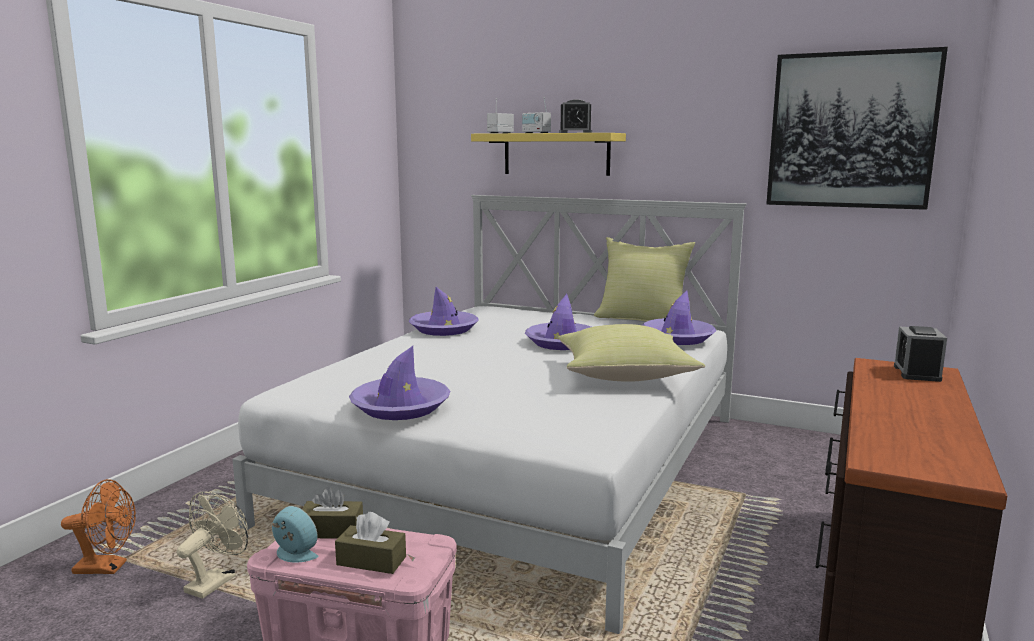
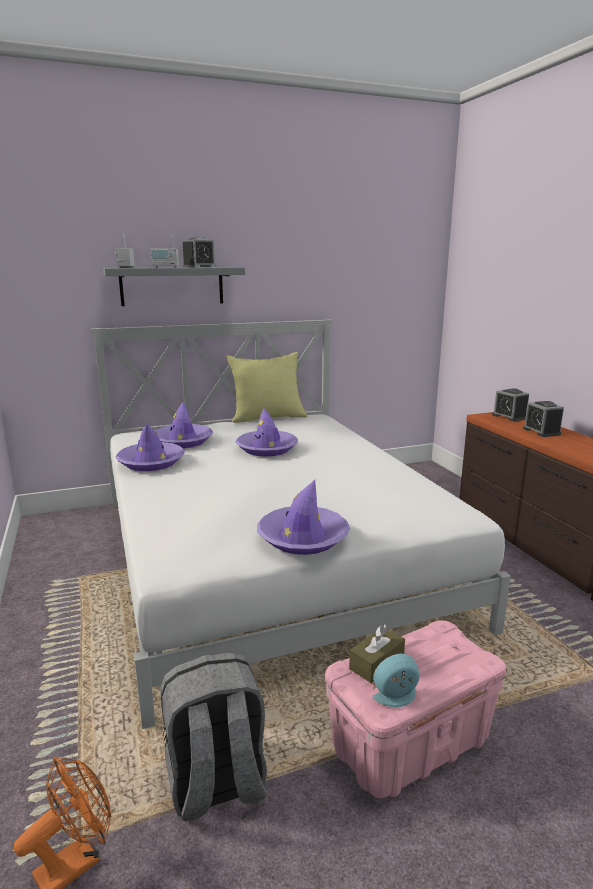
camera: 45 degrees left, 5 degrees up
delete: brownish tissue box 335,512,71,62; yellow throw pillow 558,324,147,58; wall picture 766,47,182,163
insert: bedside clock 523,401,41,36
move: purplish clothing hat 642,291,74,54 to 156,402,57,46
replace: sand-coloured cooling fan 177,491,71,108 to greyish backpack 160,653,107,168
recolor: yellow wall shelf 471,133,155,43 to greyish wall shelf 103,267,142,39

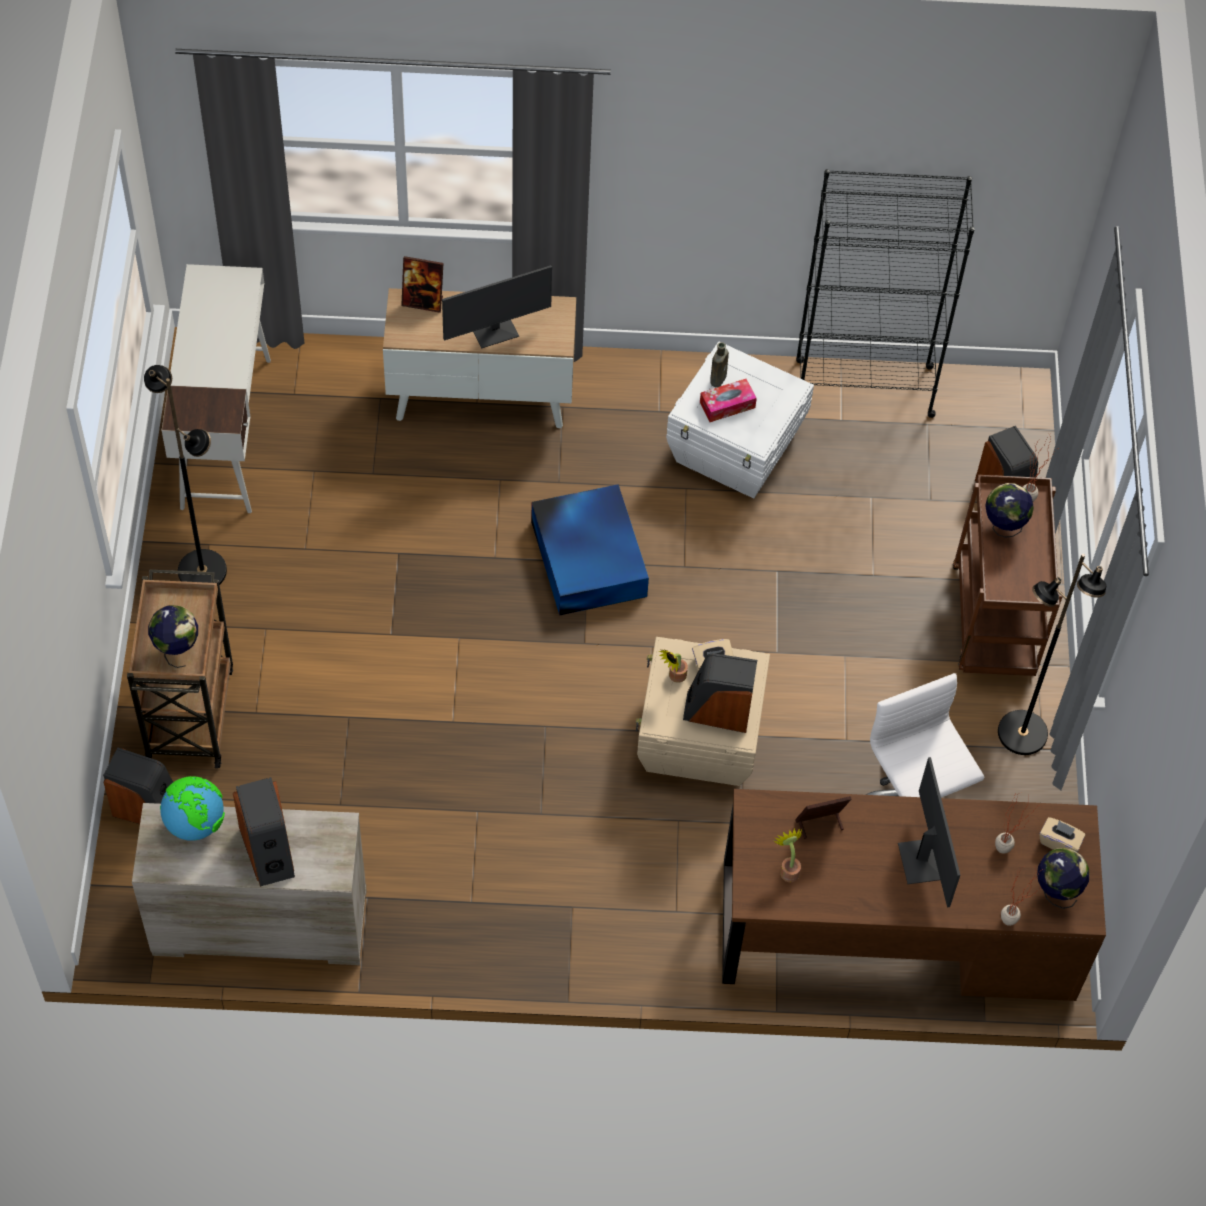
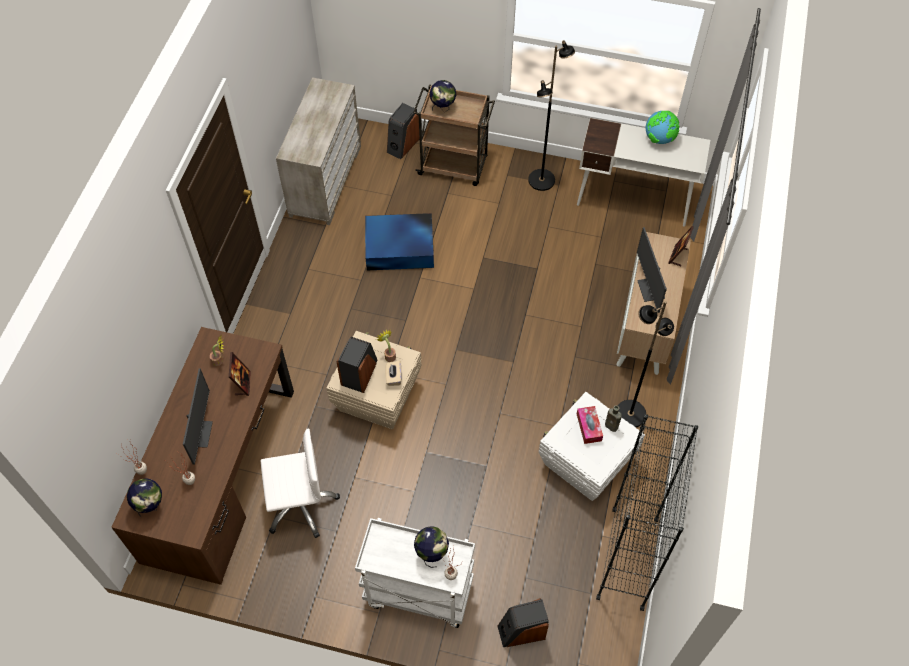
camera: 105 degrees right, 0 degrees up
delete: loudspeaker 233,777,62,110; sand-coloured tissue box 1039,817,46,35
move: globe 160,776,65,65 to 646,110,33,34; bluish storage box 531,484,118,132 to 365,213,69,57; black-coloured standing lamp 998,554,108,201 to 618,301,56,126
recolor: brownish wheeled cart 953,475,109,201 to whitish wheeled cart 355,518,120,110
rotate: computer display 898,757,62,151 = 183,368,30,97 90 degrees counterclockwise

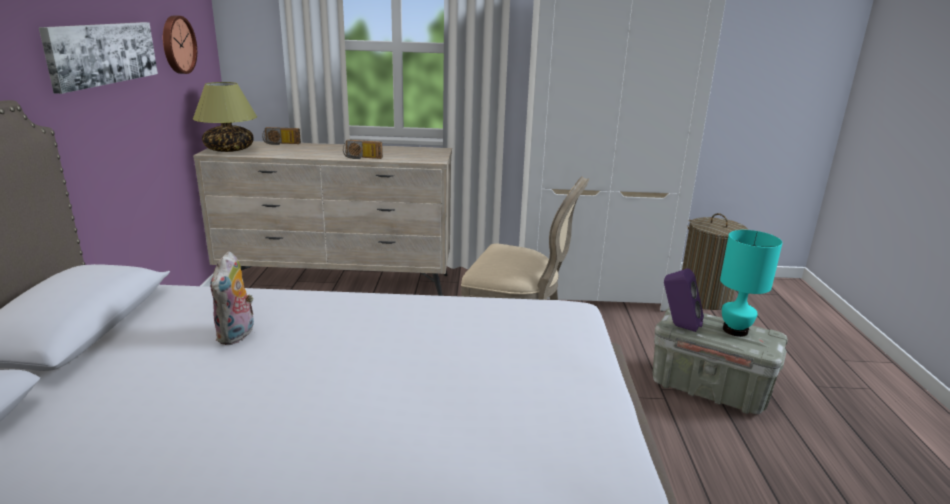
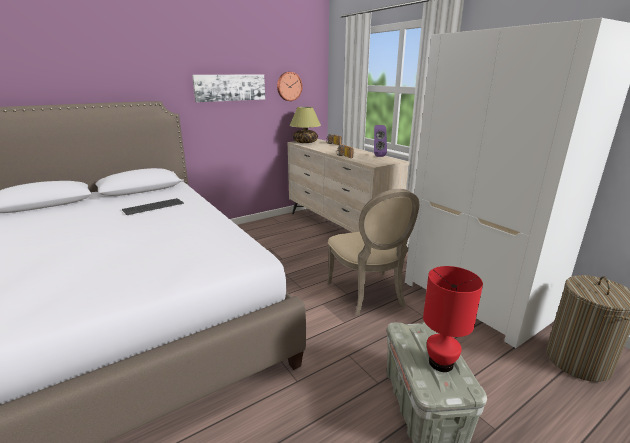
camera: 55 degrees right, 0 degrees up
move: purplish loudspeaker 664,268,40,64 to 374,125,13,32
replace: plush toy 210,251,44,94 to PC keyboard 122,198,62,17
recolor: turquoise-coloured tabletop lamp 720,230,62,107 to red tabletop lamp 423,266,60,106

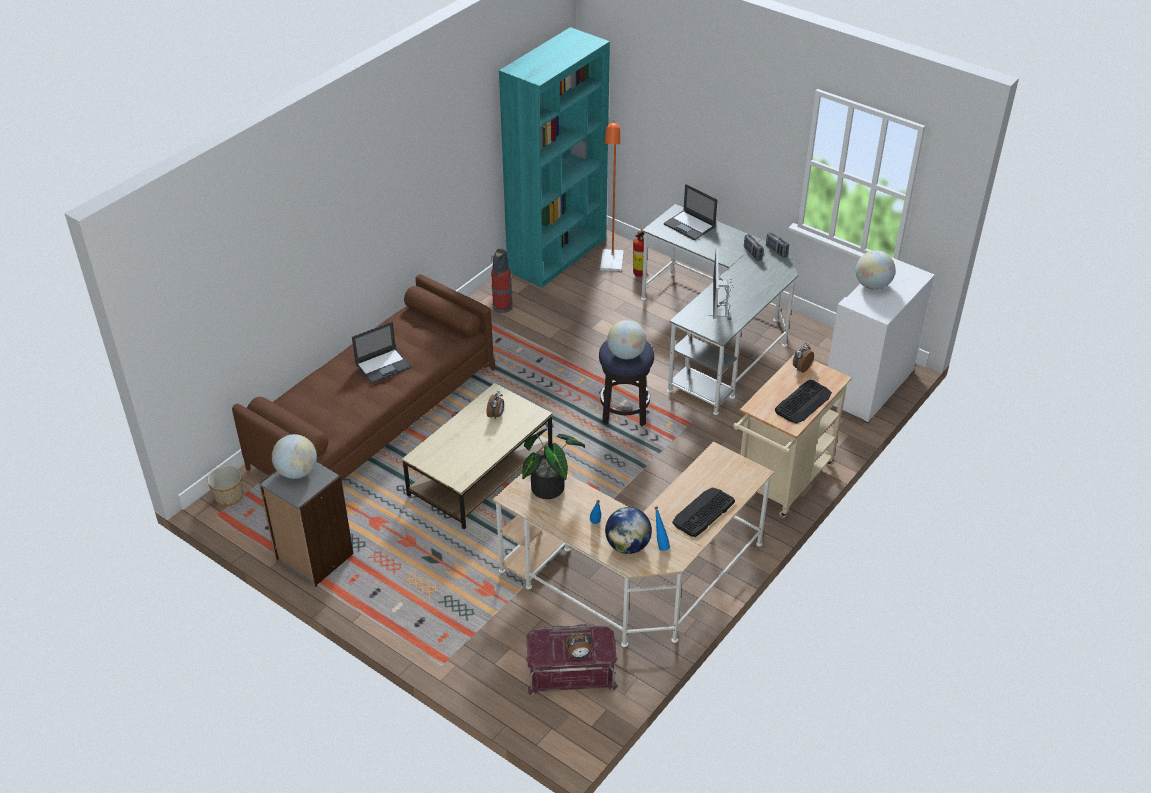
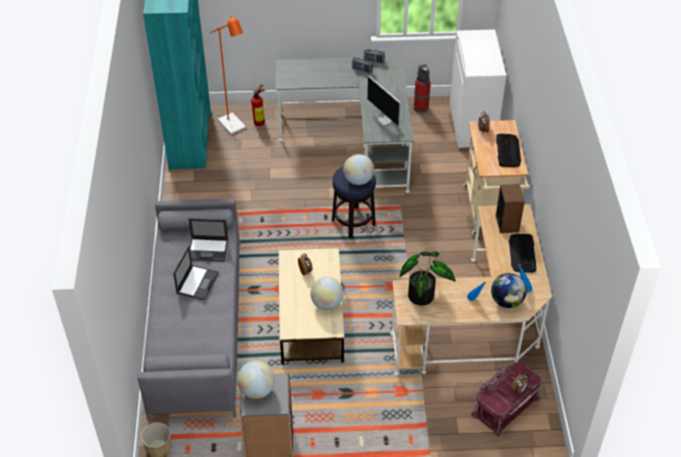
camera: 40 degrees left, 5 degrees up
insert: loudspeaker 496,184,29,49
move: fire extinguisher 491,249,21,64 to 413,64,18,49; notebook computer 664,184,54,56 to 189,218,39,44; globe 856,251,39,39 to 310,277,34,33
recolor: brownish settee 232,274,263,206 to greyish settee 137,199,103,222

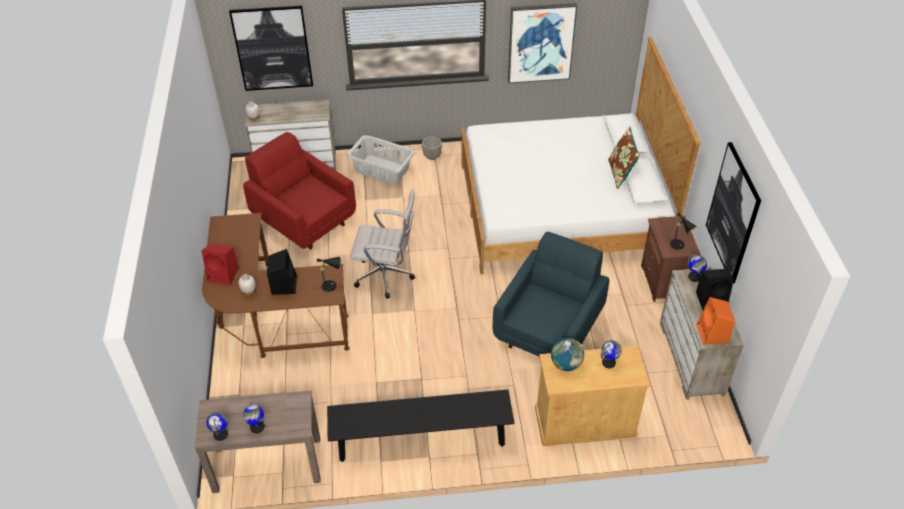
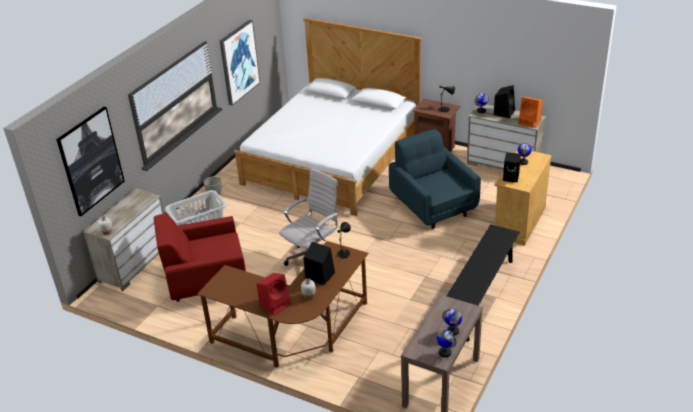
camera: 55 degrees left, 10 degrees down
delete: brownish throw pillow 608,126,32,63; wall picture 706,142,55,142
replace: globe 551,338,33,33 to black-coloured loudspeaker 503,152,18,30

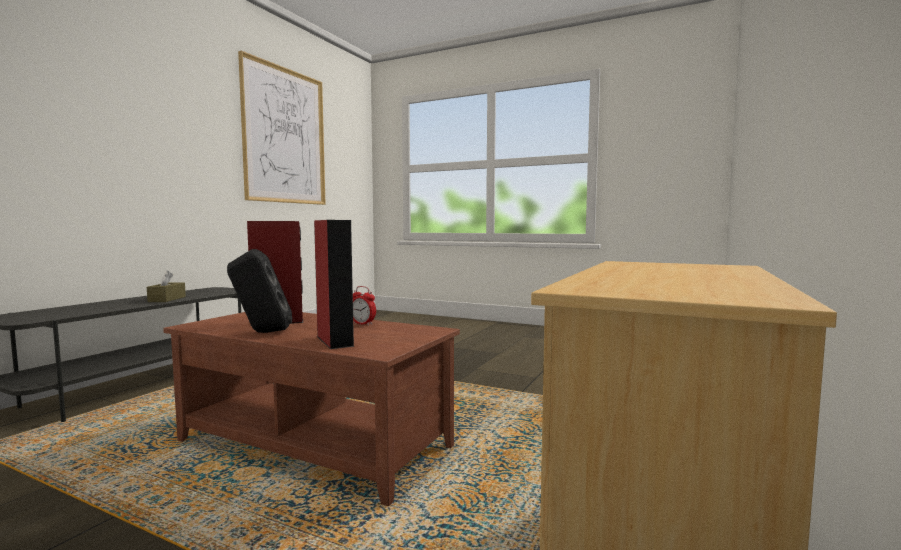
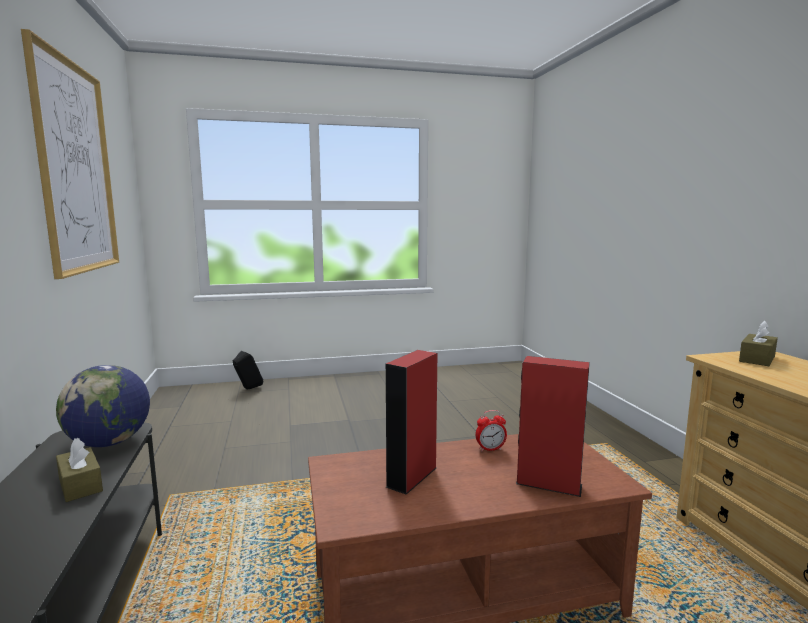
camera: 40 degrees left, 5 degrees up
insert: globe 56,365,94,82; brownish tissue box 739,321,39,45
move: black-coloured loudspeaker 227,249,65,84 to 233,351,30,38

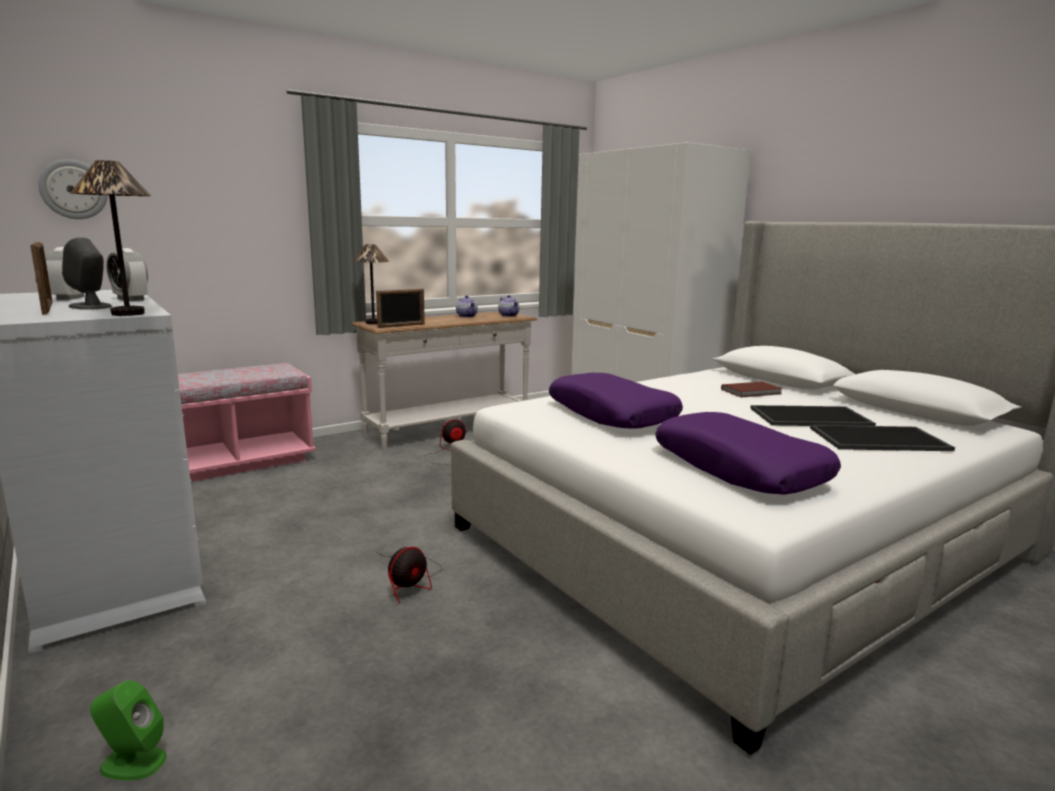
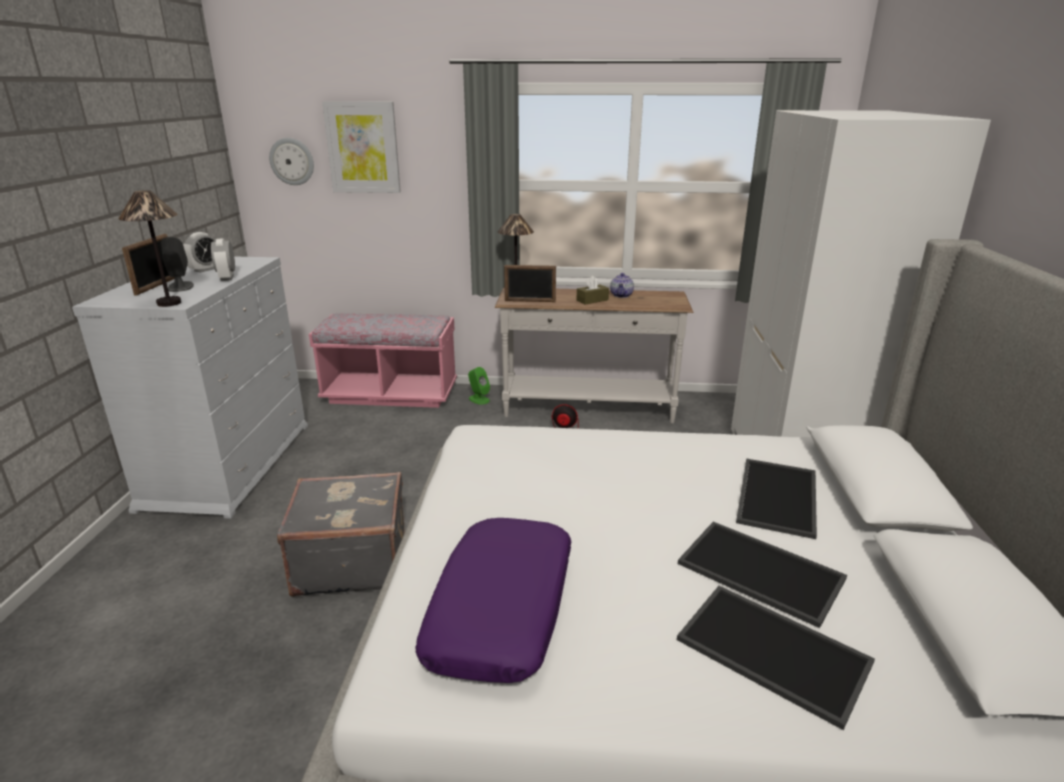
camera: 40 degrees right, 10 degrees up
delete: tea pot 498,295,22,22; purplish throw pillow 549,373,134,56
insert: wall picture 322,101,79,92; brownish tissue box 576,276,33,29
move: green loudspeaker 90,680,77,100 to 468,367,22,38
replace: cooling fan 375,547,67,57 to greyish travel case 277,472,128,125; brownish bound book 721,382,62,16 to carrying tray 736,459,81,80

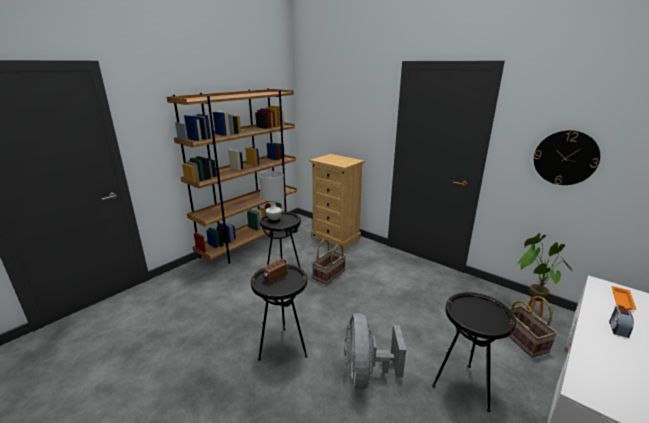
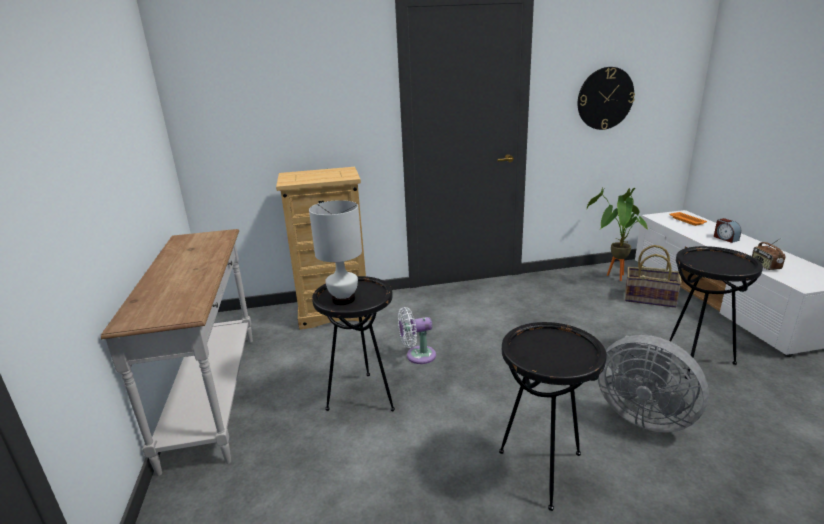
camera: 50 degrees left, 0 degrees up
move: radio set 263,257,25,26 to 752,238,34,32
replace: brownish bookshelf 167,88,130,176 to whitish hall table 101,229,152,247; household basket 313,239,33,46 to whitish cooling fan 398,307,38,57

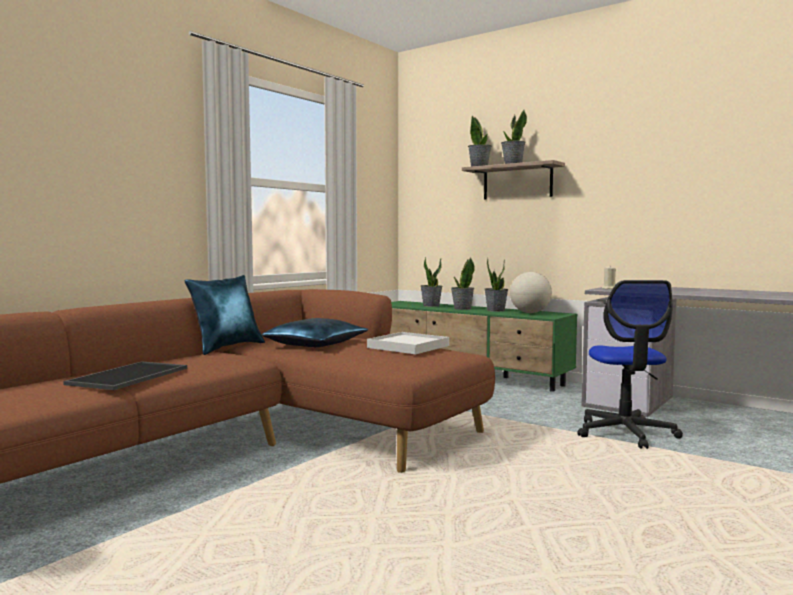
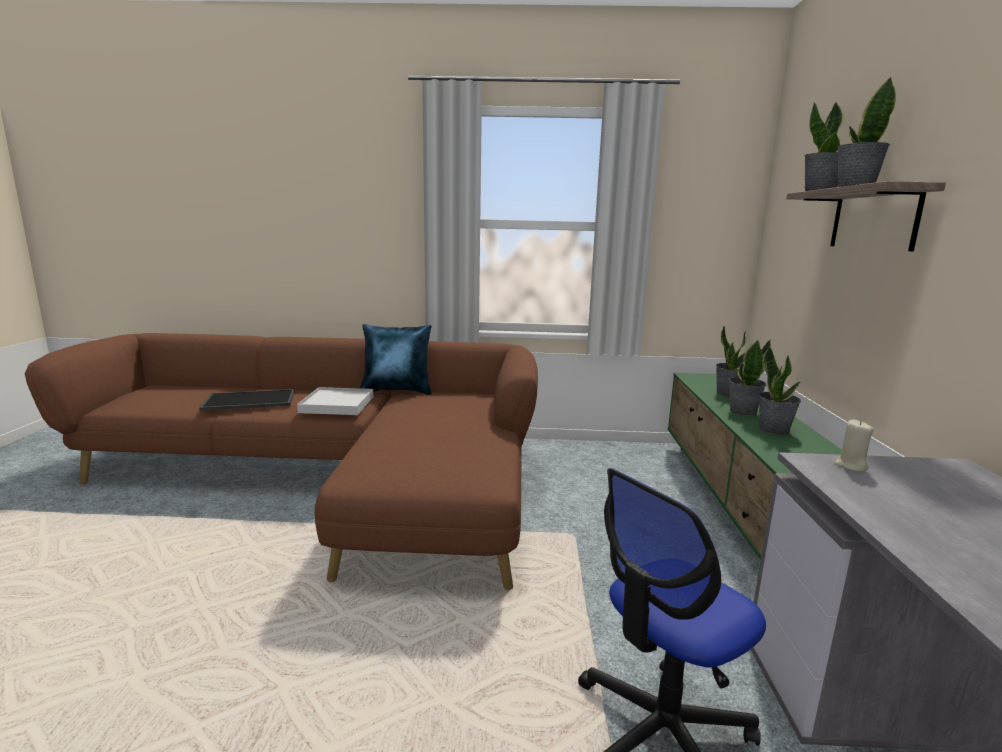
camera: 55 degrees right, 10 degrees up
delete: bluish throw pillow 262,318,106,29; globe 510,272,42,41
move: whitish carrying tray 367,332,82,22 to 297,387,76,28

